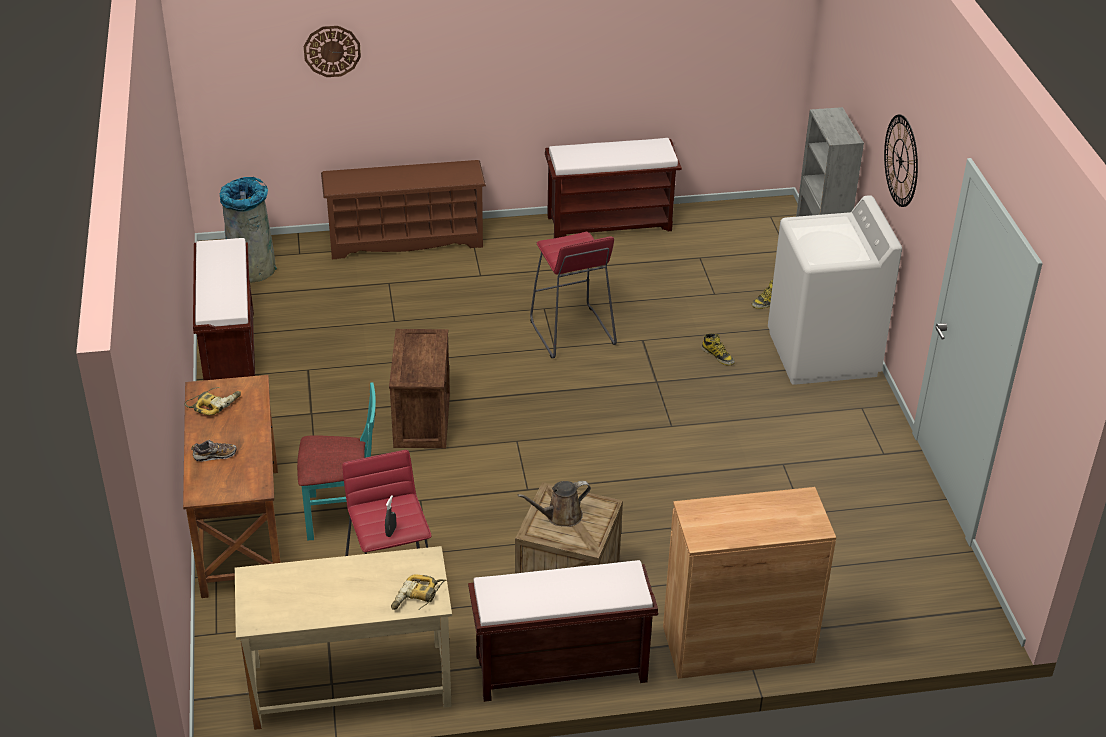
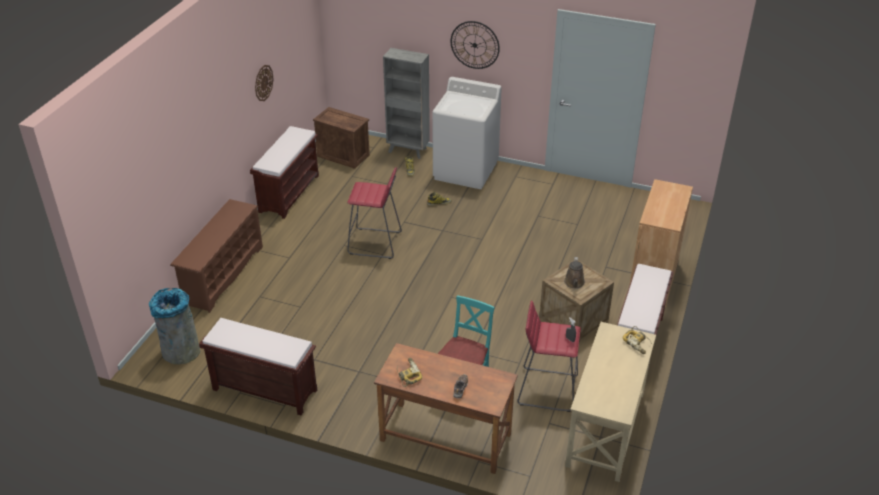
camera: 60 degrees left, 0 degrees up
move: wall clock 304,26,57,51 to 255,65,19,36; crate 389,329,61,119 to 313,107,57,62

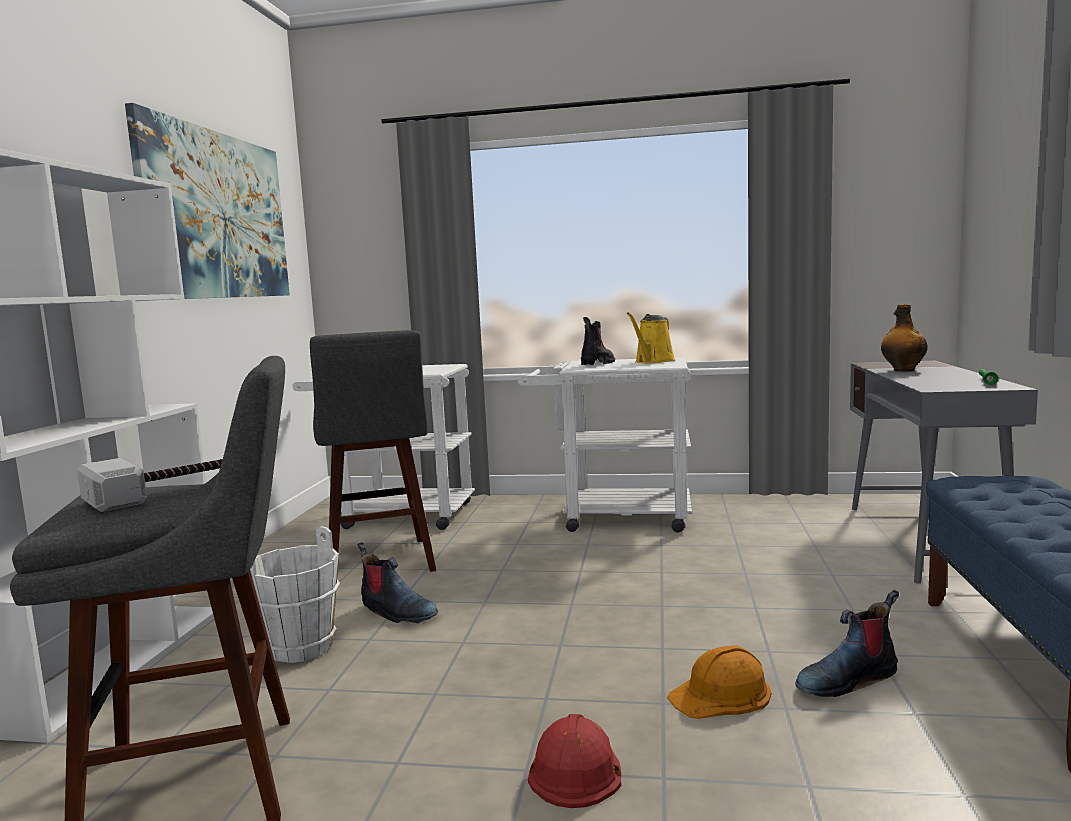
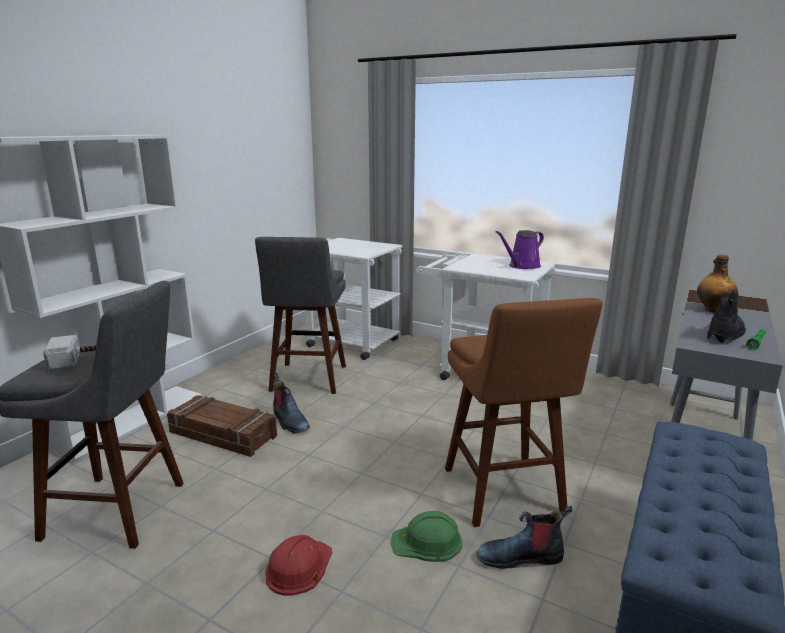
camera: 20 degrees right, 10 degrees up
delete: wall picture 125,103,165,196
insert: brownish stool 445,298,158,229
move: tall boot 581,317,35,48 to 707,290,39,53
replace: whitish bucket 250,526,90,137 to crate 167,395,110,62
recolor: yellow watering can 627,312,49,51 to purplish watering can 496,230,48,39; orange safety helmet 667,645,104,74 to green safety helmet 391,511,71,51

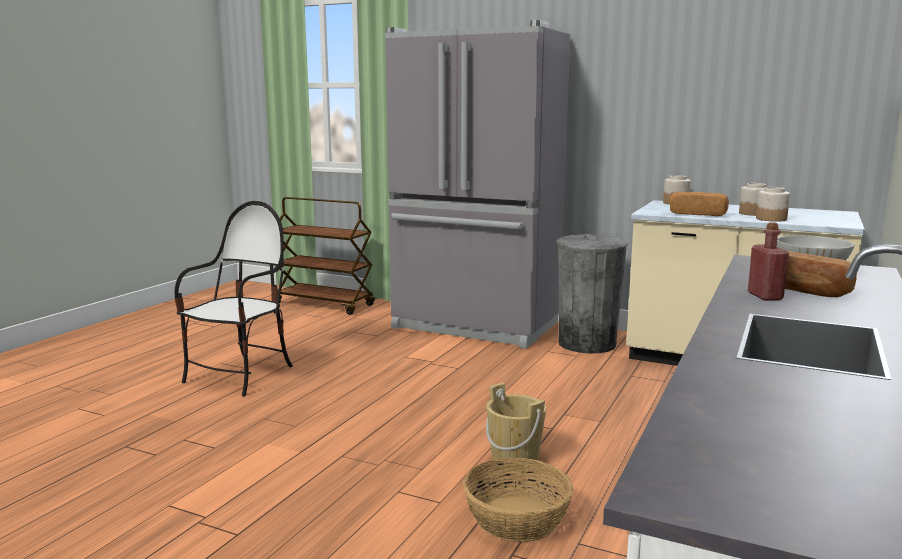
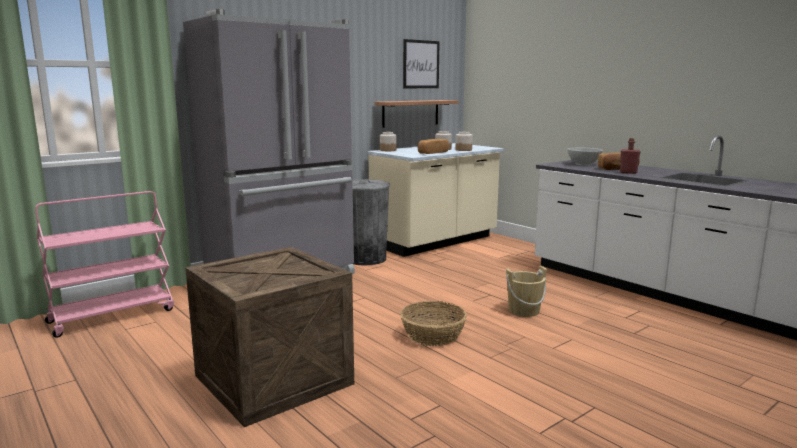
camera: 65 degrees left, 0 degrees up
insert: wall shelf 375,100,84,28; wall picture 403,39,37,49
move: household basket 463,458,110,84 to 400,301,67,45
replace: plain chair 175,201,118,196 to crate 185,247,169,180
recolor: brownish wheeled cart 278,197,97,118 to pink-coloured wheeled cart 35,191,139,147

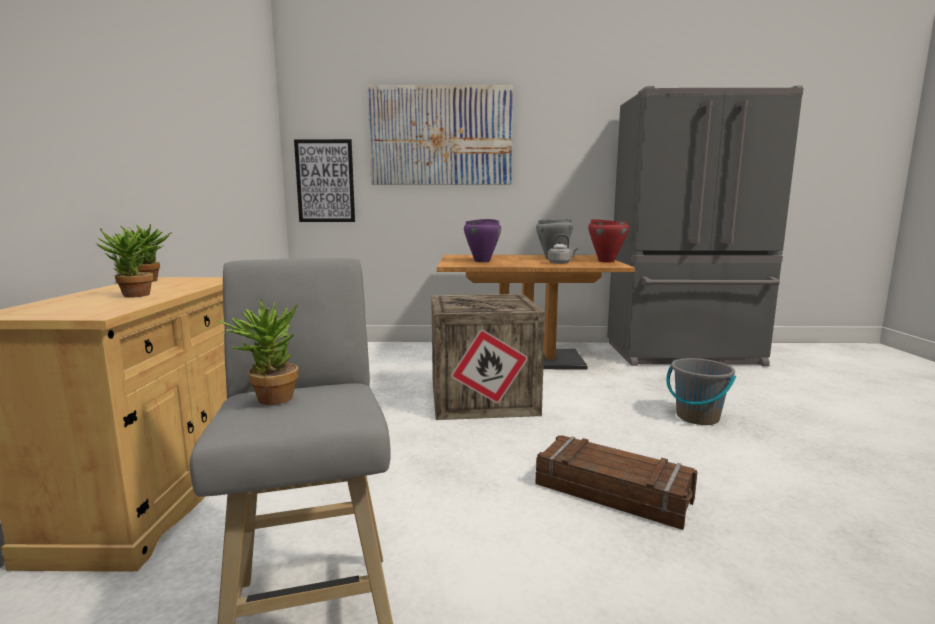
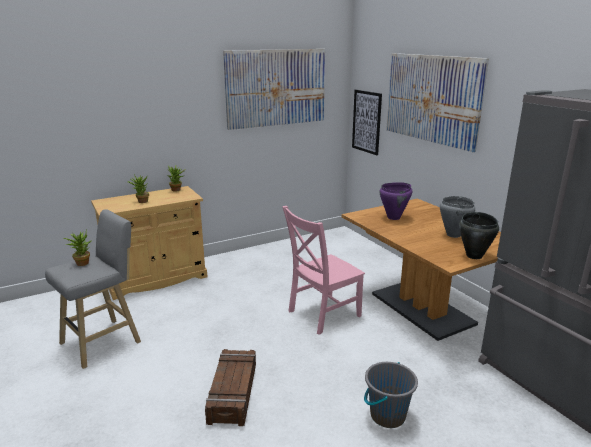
camera: 60 degrees right, 10 degrees up
delete: greyish tea kettle 548,234,30,30
insert: wall picture 223,49,102,81
replace: crate 431,294,114,126 to pink-coloured plain chair 282,206,83,129
recolor: red stockpot 588,219,41,43 to black-coloured stockpot 459,212,40,47

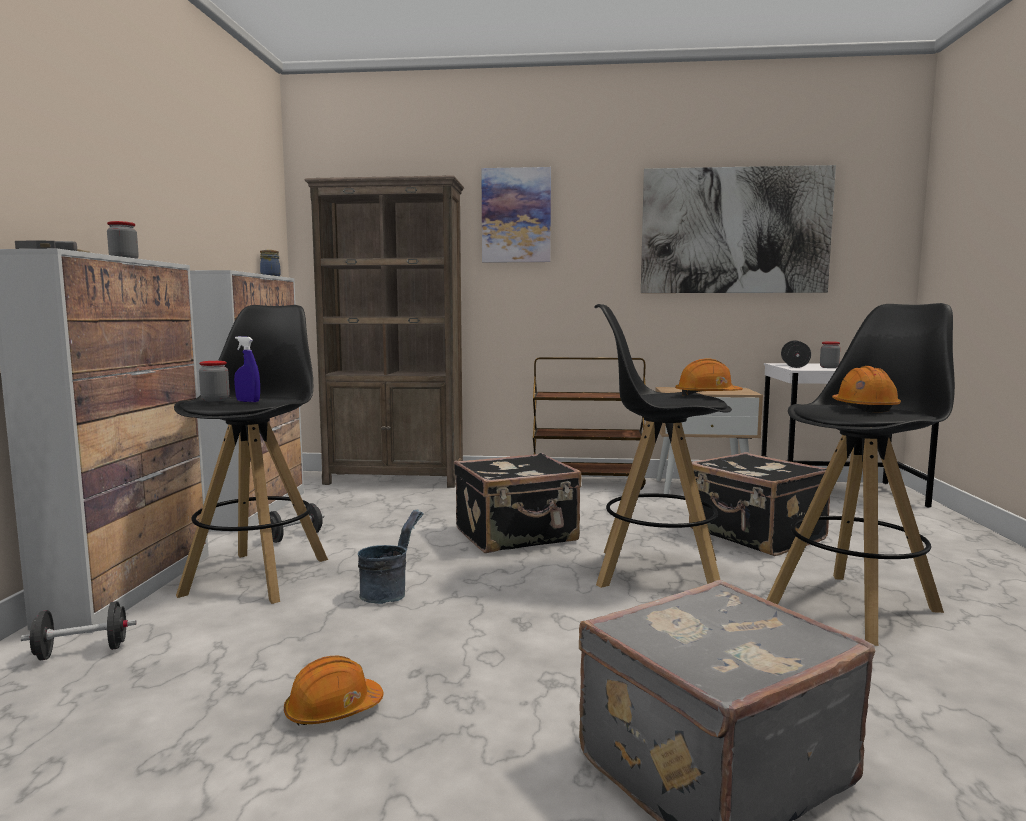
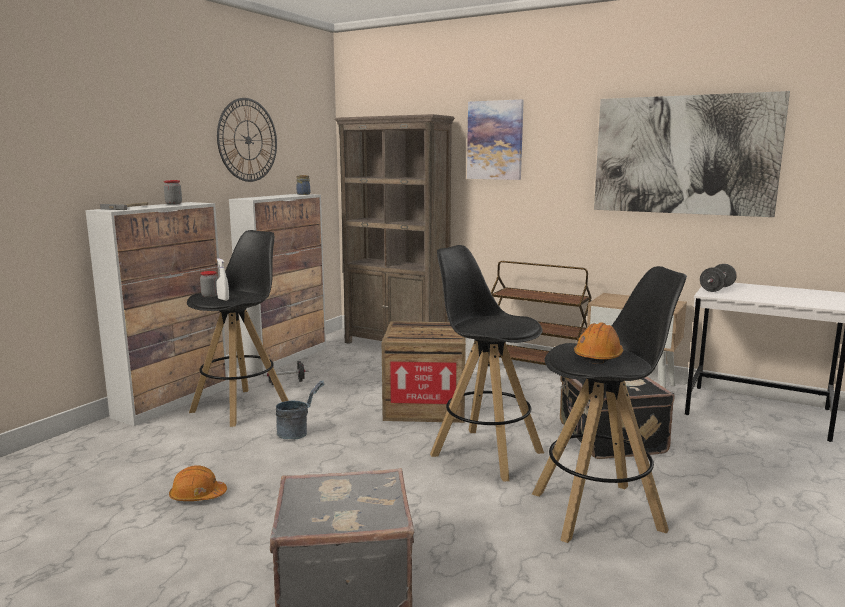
camera: 25 degrees right, 5 degrees up
delete: black-coloured free weight 21,601,115,59; orange safety helmet 675,359,68,37; storage jar 820,341,20,27
insert: wall clock 217,98,60,84
replace: black-coloured travel case 454,453,127,100 to crate 382,321,84,102
recolor: bluish hand sprayer 234,336,26,66 to whitish hand sprayer 216,258,13,43

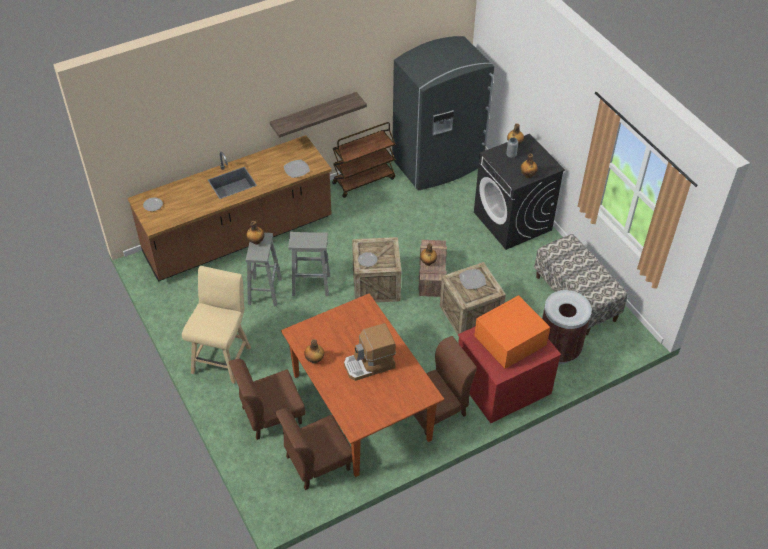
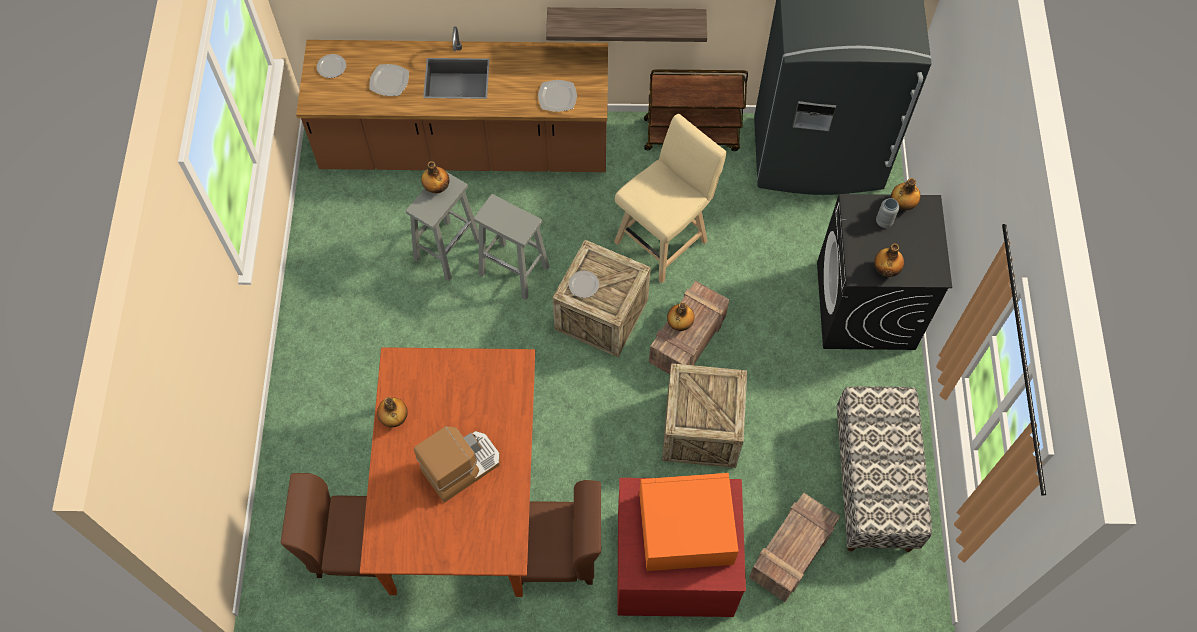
camera: 30 degrees right, 15 degrees up
delete: brownish plain chair 229,359,77,81
move: sand-coloured stool 182,266,69,118 to 614,114,112,169; plate 459,269,27,20 to 369,64,40,32
replace: brownish waste bin 542,290,50,74 to crate 749,493,91,109
rotate: coffee maker 344,323,52,58 = 414,426,86,77 135 degrees clockwise

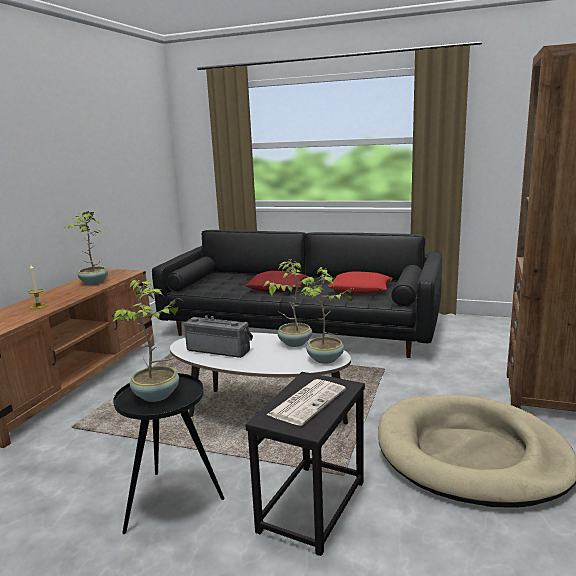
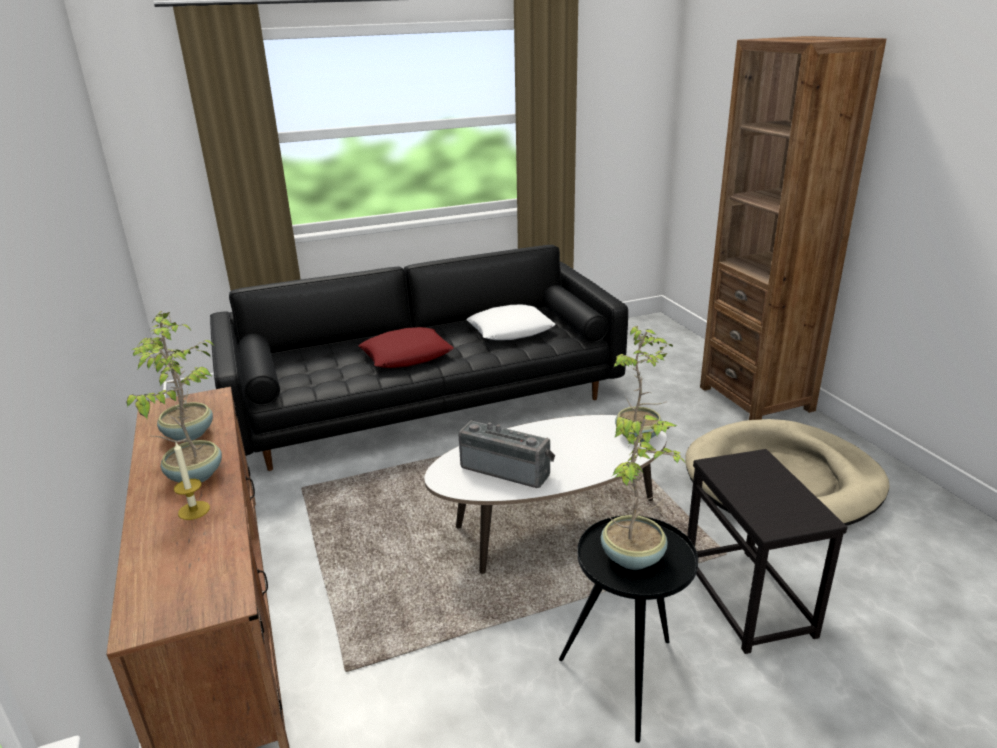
camera: 40 degrees left, 10 degrees up
delete: newspaper 267,379,79,47
move: plant in a pot 264,259,51,88 to 126,347,96,135
recolor: red throw pillow 328,271,65,23 to whitish throw pillow 466,305,90,35
rotate: radio set 184,315,69,43 = 459,420,96,68 45 degrees clockwise

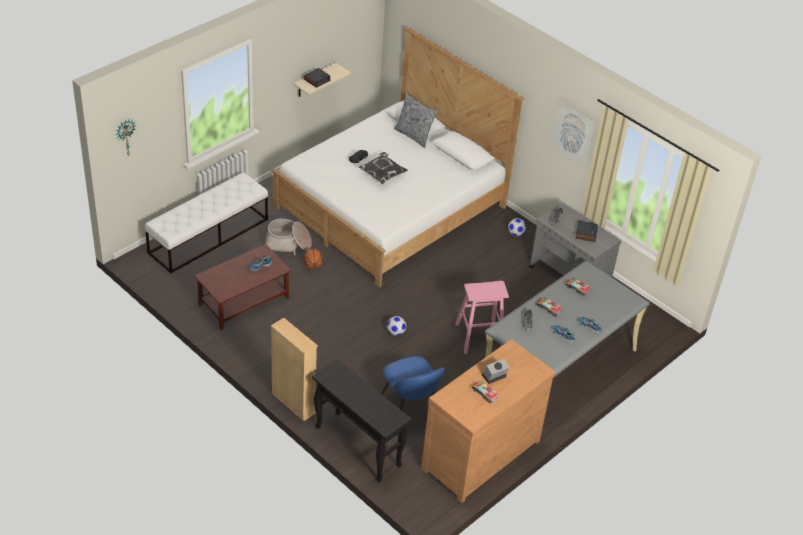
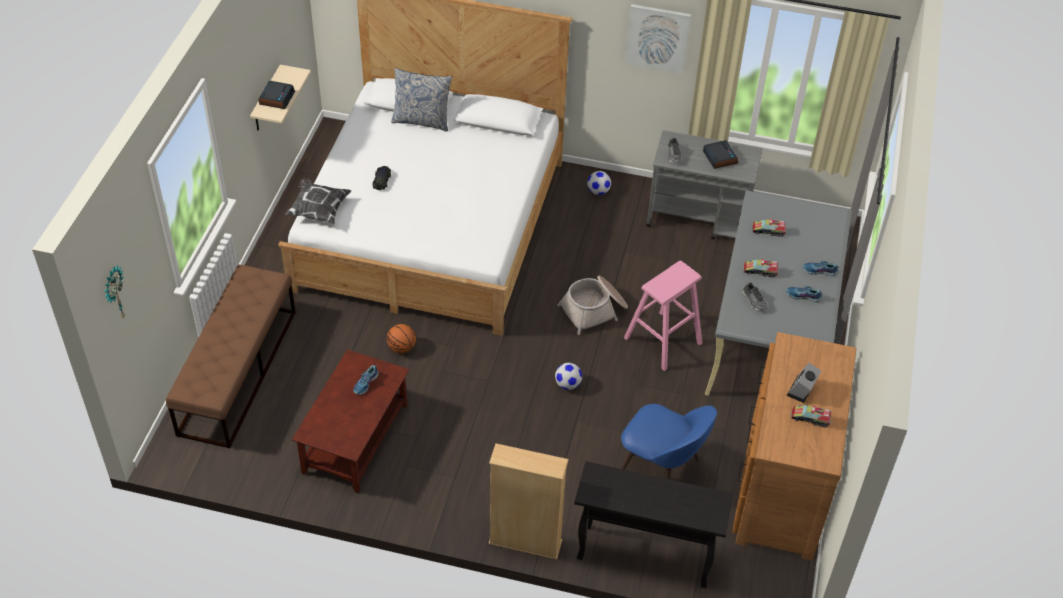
camera: 30 degrees left, 5 degrees up
move: household basket 265,218,47,37 to 557,276,71,59; throw pillow 358,152,50,33 to 285,179,67,45
recolor: whitish bench 145,172,123,101 to brownish bench 166,265,130,183

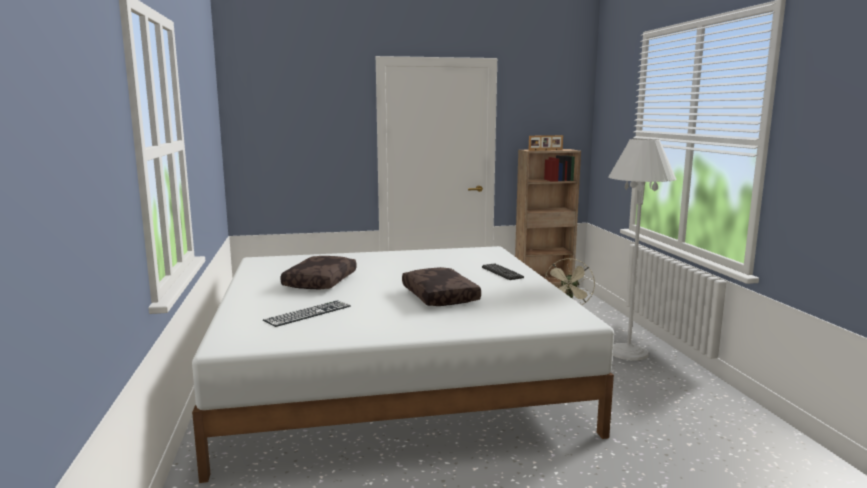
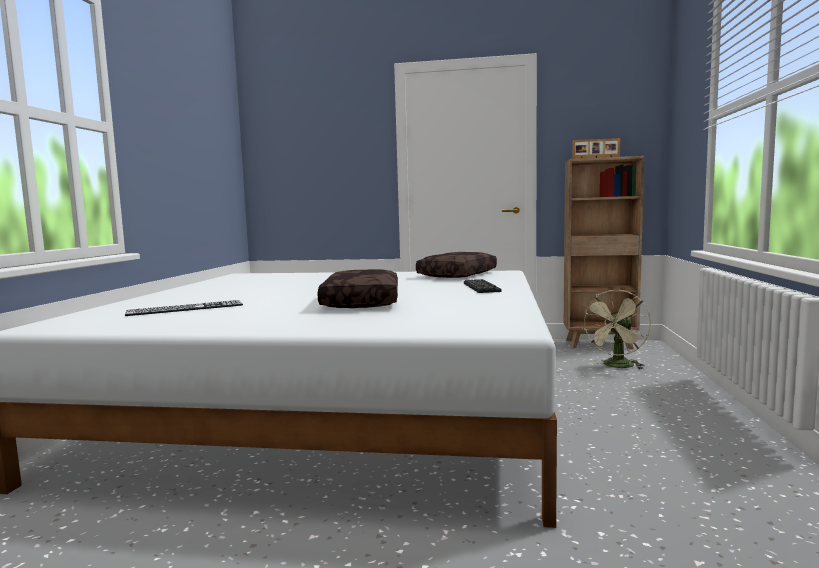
camera: 20 degrees right, 5 degrees down
delete: whitish standing lamp 608,139,68,222
move: brownish throw pillow 280,256,77,34 to 416,252,81,26

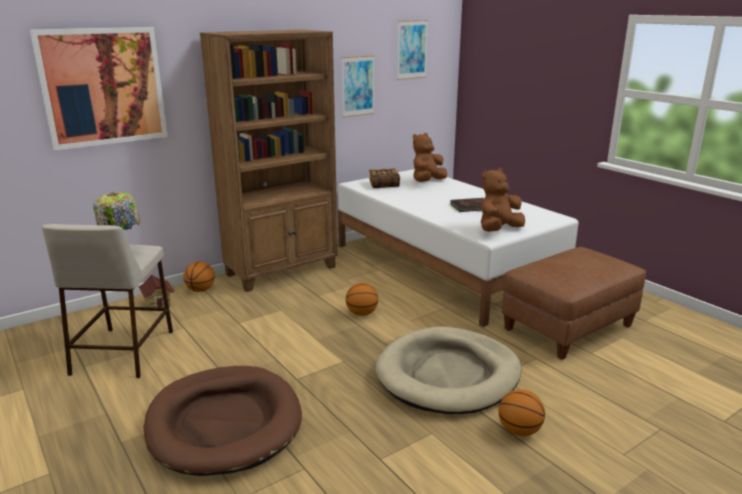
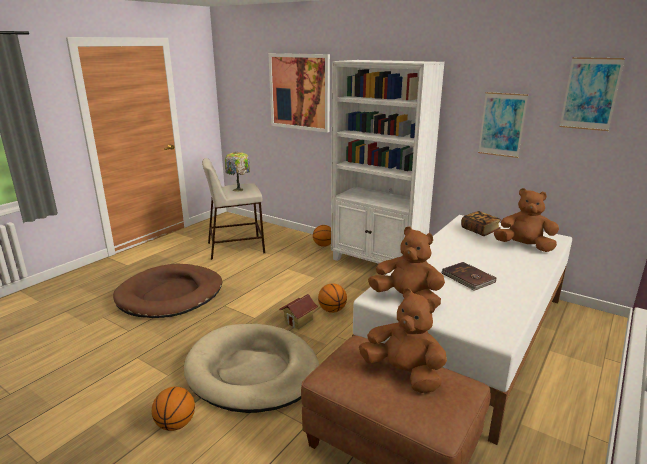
camera: 70 degrees right, 0 degrees up
insert: brownish plush toy 359,288,88,105
move: miniature house 139,275,35,33 to 279,294,40,35
recolor: brownish bookshelf 200,30,138,262 to whitish bookshelf 331,60,114,204

